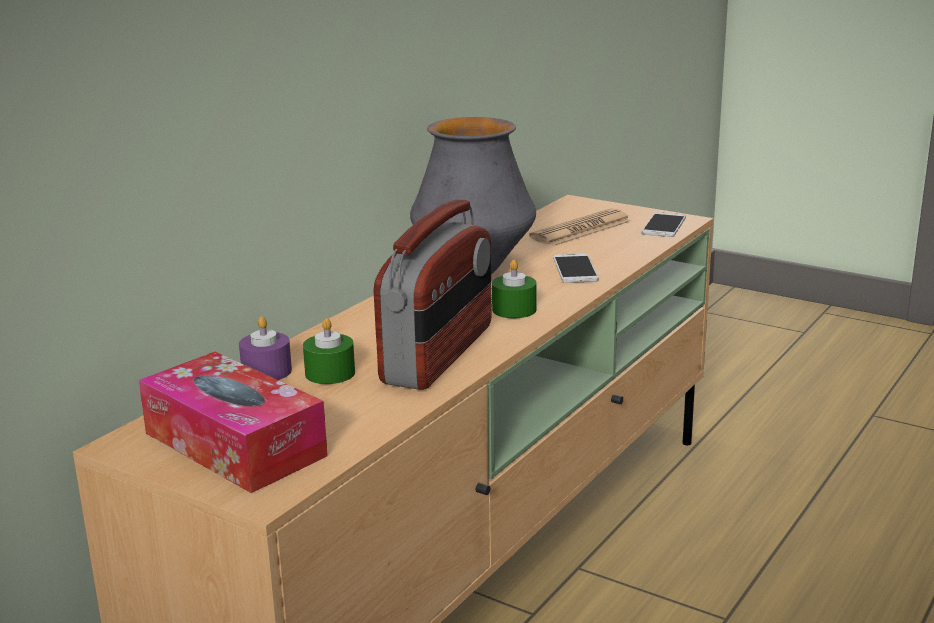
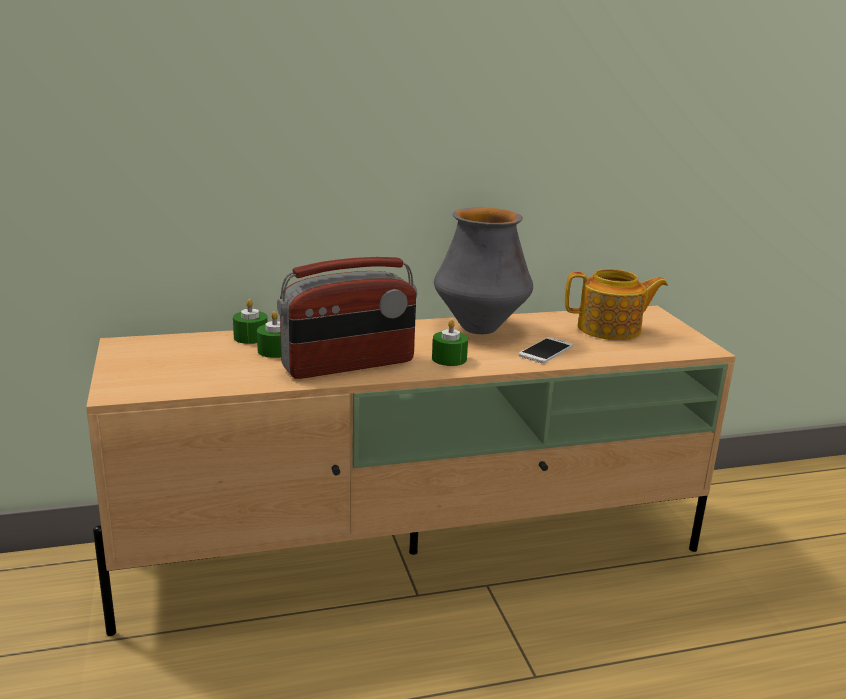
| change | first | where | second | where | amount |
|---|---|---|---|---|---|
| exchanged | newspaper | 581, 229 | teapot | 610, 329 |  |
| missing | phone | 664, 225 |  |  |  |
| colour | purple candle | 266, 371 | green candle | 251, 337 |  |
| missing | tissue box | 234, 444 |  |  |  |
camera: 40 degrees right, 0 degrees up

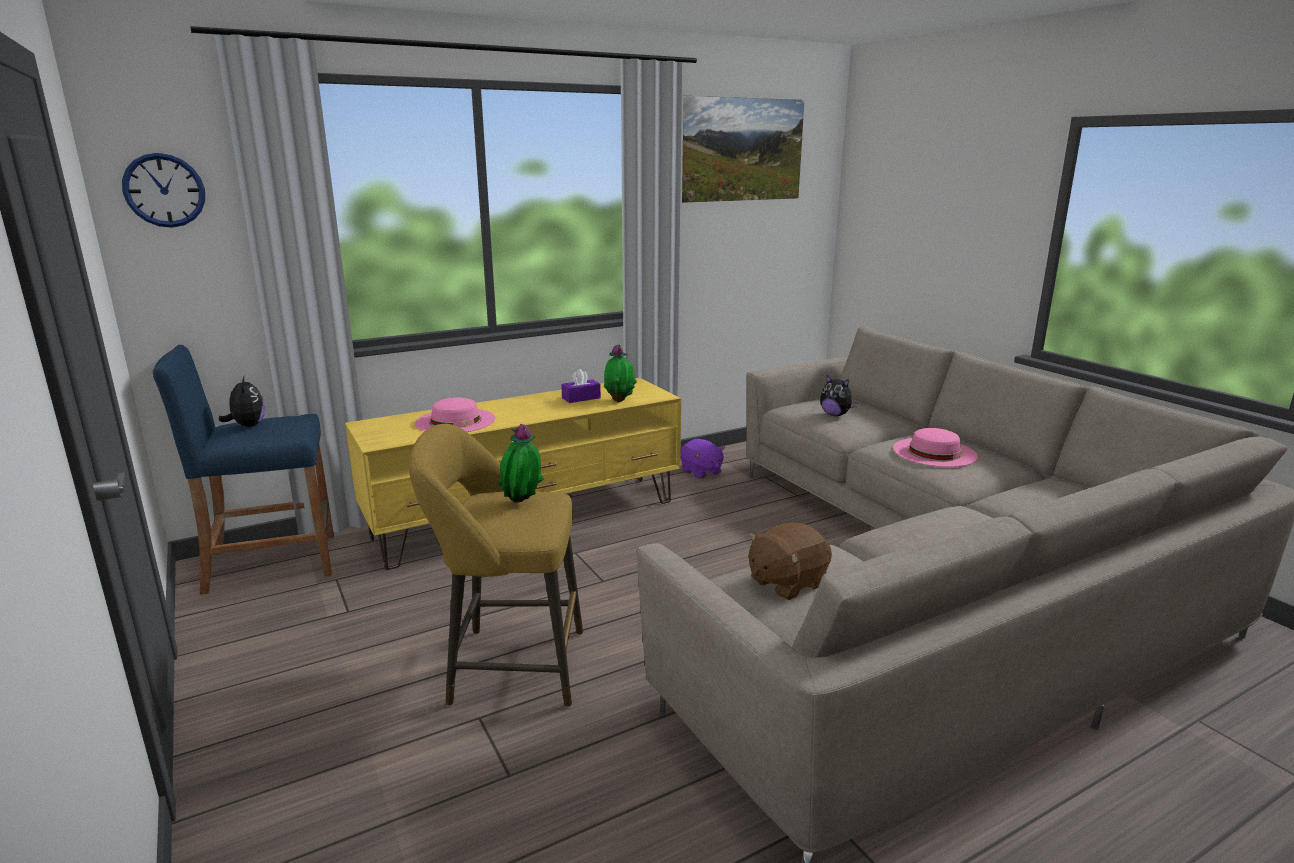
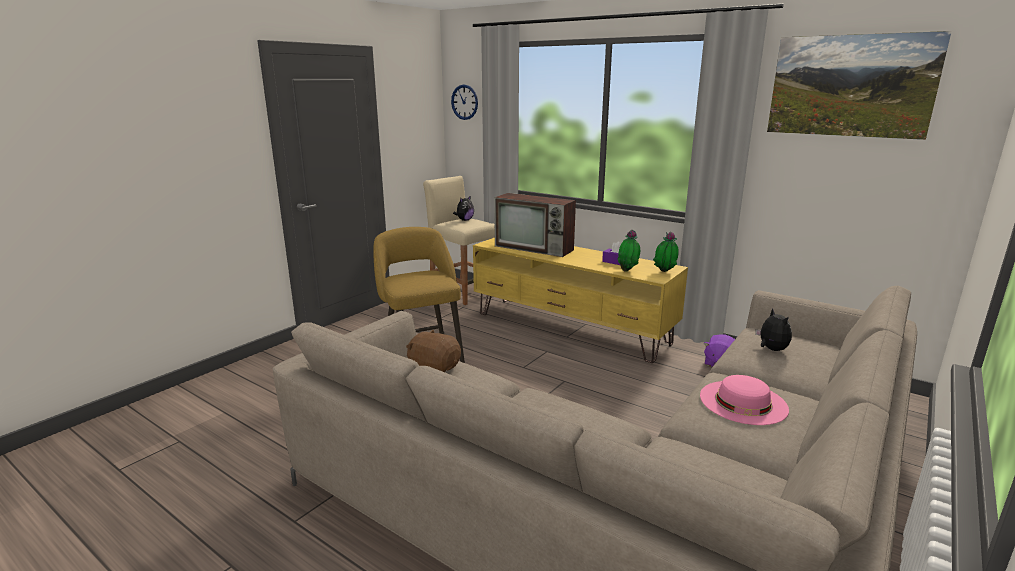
| change | first | where | second | where | amount |
|---|---|---|---|---|---|
| colour | blue stool | 271, 563 | beige stool | 463, 291 |  |
| spun | plush toy | 835, 415 |  | 771, 349 | 150 degrees clockwise |
| exchanged | pink hat | 455, 421 | television | 535, 248 |  |
| relocated | potted plant | 522, 503 |  | 664, 272 |  |
camera: 65 degrees right, 0 degrees up

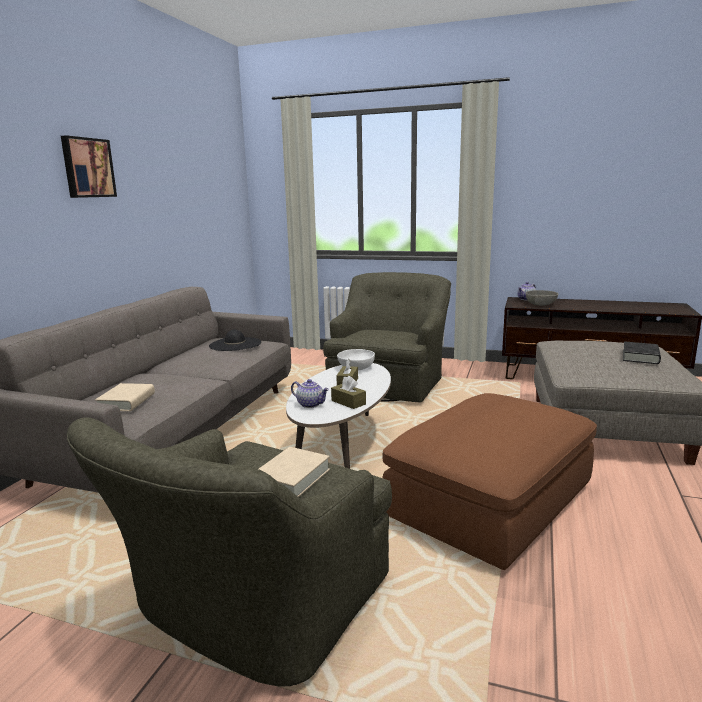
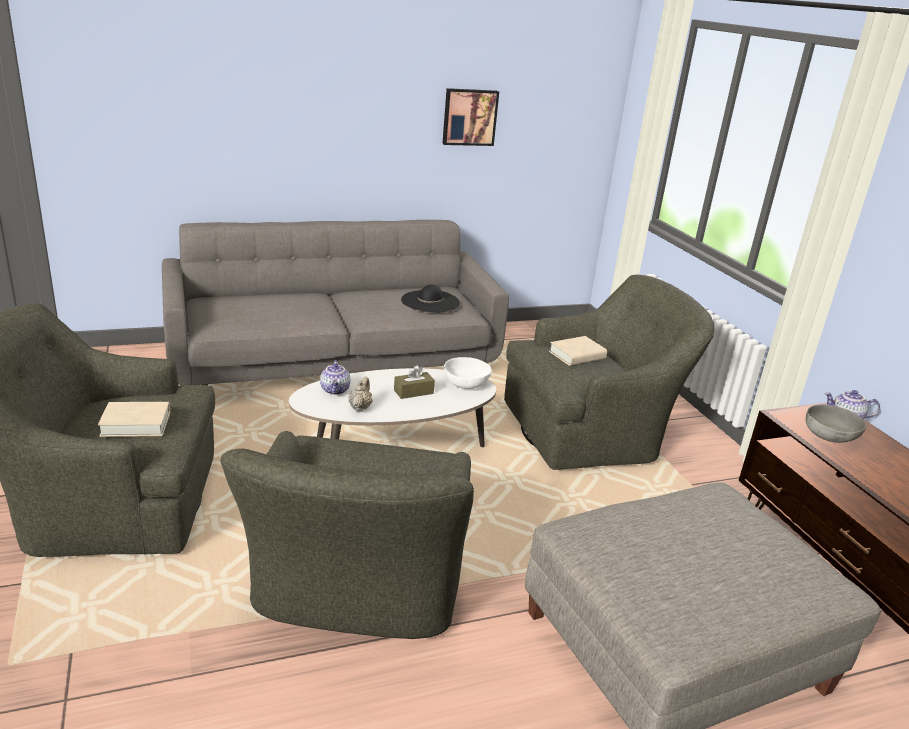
| change | first | where | second | where | amount |
|---|---|---|---|---|---|
| relocated | picture | 87, 168 |  | 469, 117 |  |
| missing | black book | 640, 357 |  |  |  |
| exchanged | brown tissue box | 348, 402 | beige teapot | 360, 407 |  |
| relocated | beige book | 127, 402 |  | 577, 355 |  |
| exchanged | brown ottoman | 491, 503 | green armchair | 357, 589 |  |
camera: 50 degrees right, 10 degrees up

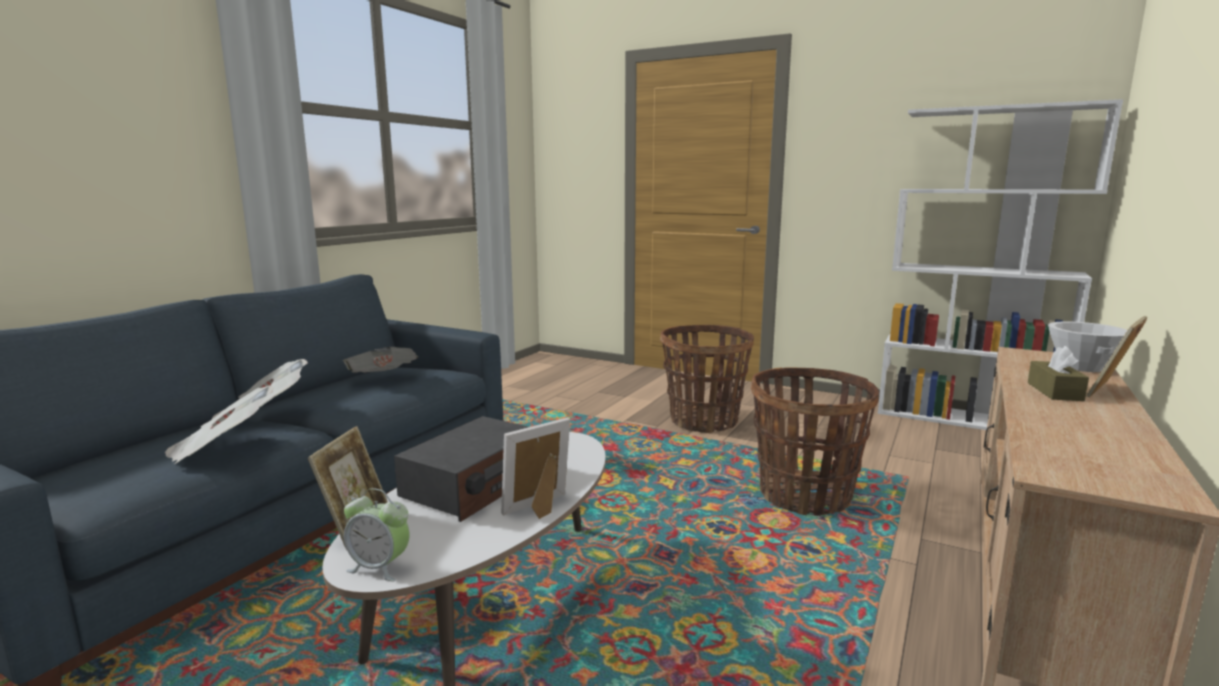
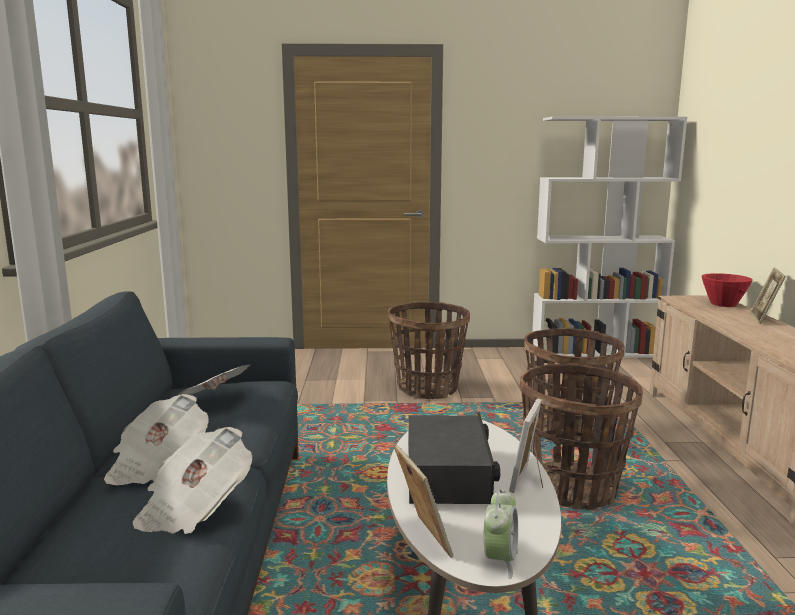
| change | first | where | second | where | amount |
|---|---|---|---|---|---|
| colour | white bowl | 1082, 367 | red bowl | 723, 304 |  |
| missing | brown tissue box | 1054, 391 |  |  |  |
| spun | alarm clock | 379, 567 |  | 500, 560 | 60 degrees counterclockwise |
| appeared |  |  | basket | 573, 488 |  |
camera: 30 degrees left, 0 degrees up

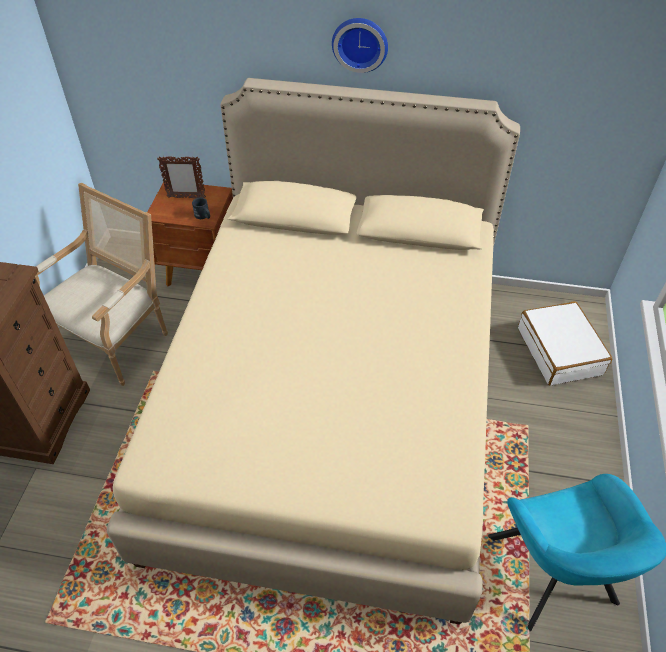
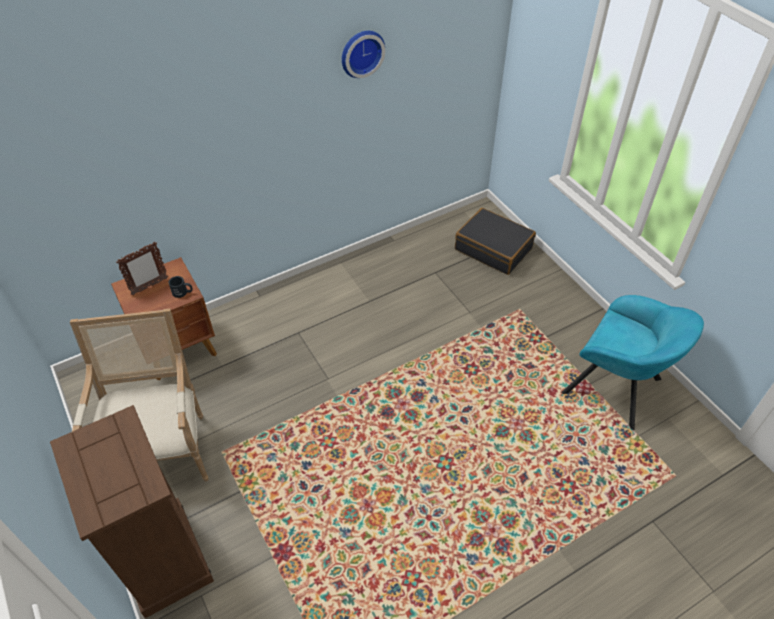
| change | first | where | second | where | amount |
|---|---|---|---|---|---|
| relocated | wall clock | 360, 43 |  | 361, 52 |  |
| missing | beige bed | 332, 406 |  |  |  |
| colour | white suitcase | 560, 351 | black suitcase | 493, 248 |  |
camera: 40 degrees left, 0 degrees up

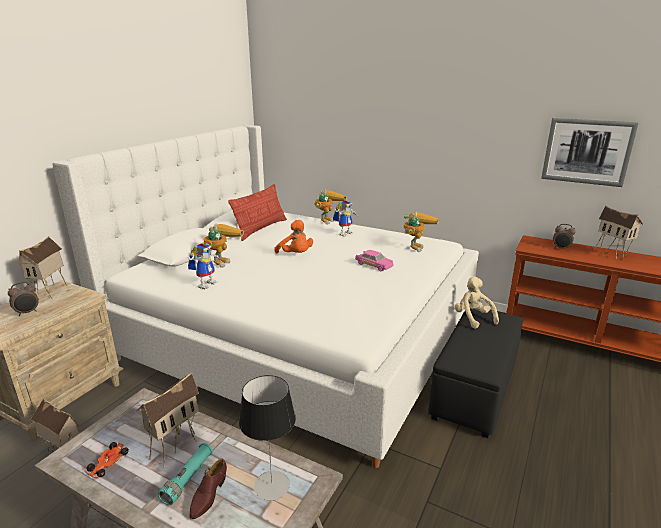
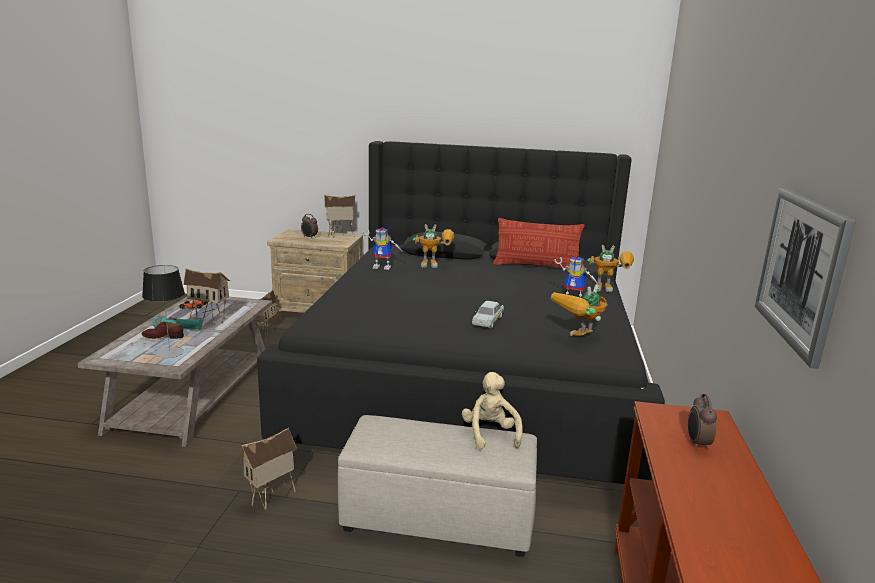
| change | first | where | second | where | amount |
|---|---|---|---|---|---|
| colour | white bed | 297, 335 | black bed | 472, 384 |  |
| relocated | toy house | 612, 253 |  | 272, 499 |  |
| spun | toy robot | 415, 246 |  | 578, 339 | 135 degrees clockwise |
| missing | orange plush toy | 296, 255 |  |  |  |
| colour | pink toy car | 374, 265 | white toy car | 487, 321 |  |
| spun | beige plush toy | 473, 318 |  | 490, 434 | 60 degrees counterclockwise |
| colour | black ottoman | 474, 389 | beige ottoman | 439, 519 |  |
camera: 70 degrees right, 5 degrees down

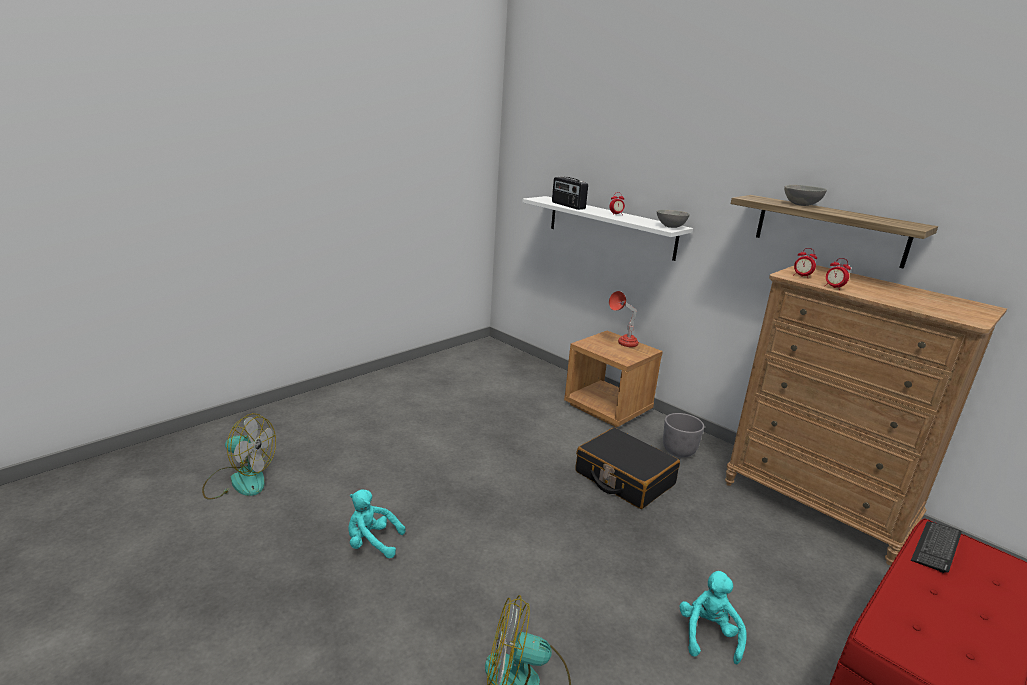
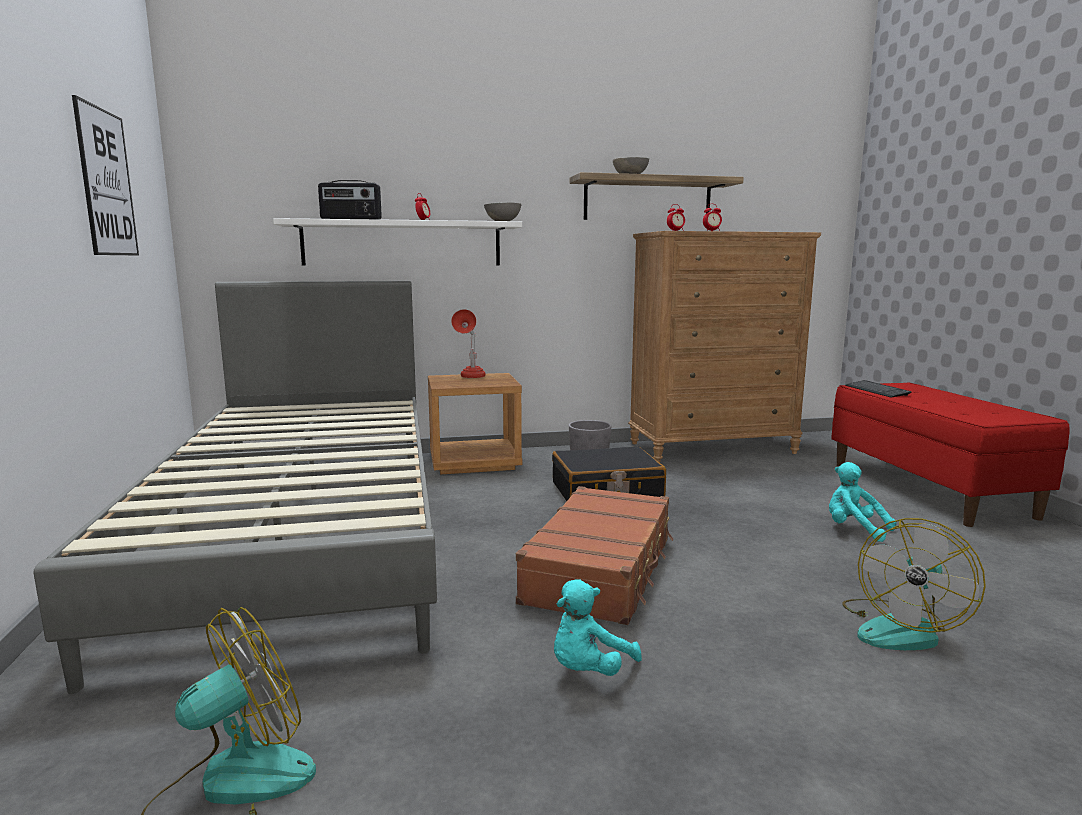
| change | first | where | second | where | amount |
|---|---|---|---|---|---|
| appeared |  |  | picture | 107, 183 |  |
| appeared |  |  | grey bed | 305, 530 |  |
| appeared |  |  | brown suitcase | 601, 570 |  |
camera: 55 degrees left, 10 degrees down

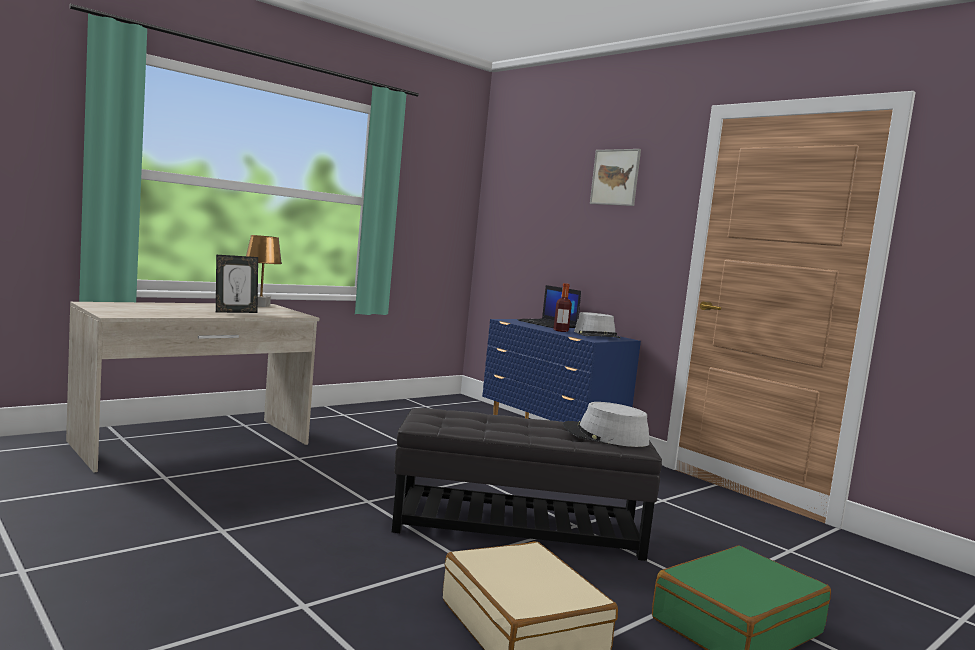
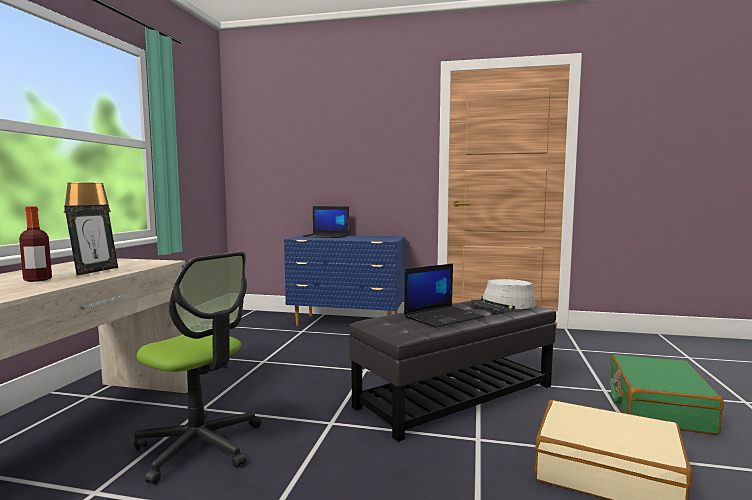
| change | first | where | second | where | amount |
|---|---|---|---|---|---|
| missing | picture | 615, 177 |  |  |  |
| relocated | bottle | 560, 331 |  | 37, 280 |  |
| missing | grey hat | 597, 335 |  |  |  |
| appeared |  |  | office chair | 200, 446 |  |
| appeared |  |  | laptop | 443, 317 |  |
camera: 35 degrees left, 0 degrees up

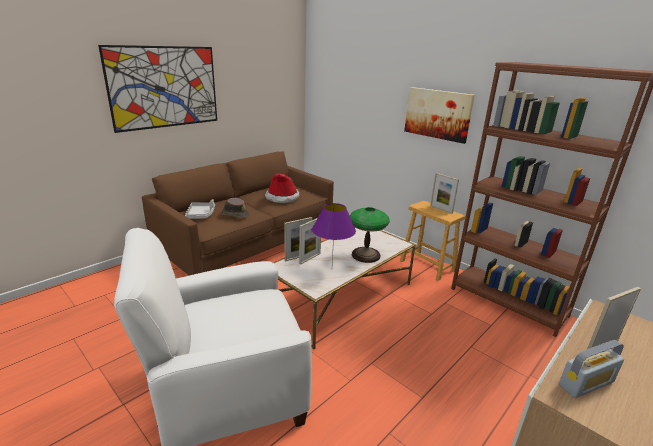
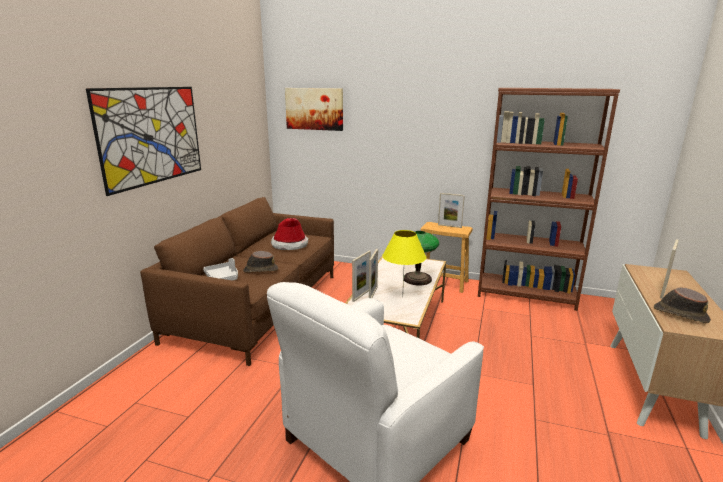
| change | first | where | second | where | amount |
|---|---|---|---|---|---|
| relocated | picture | 438, 114 |  | 314, 109 |  |
| colour | purple table lamp | 332, 269 | yellow table lamp | 402, 297 |  |
| exchanged | radio | 586, 383 | brown hat | 680, 314 |  |
camera: 25 degrees left, 5 degrees down

